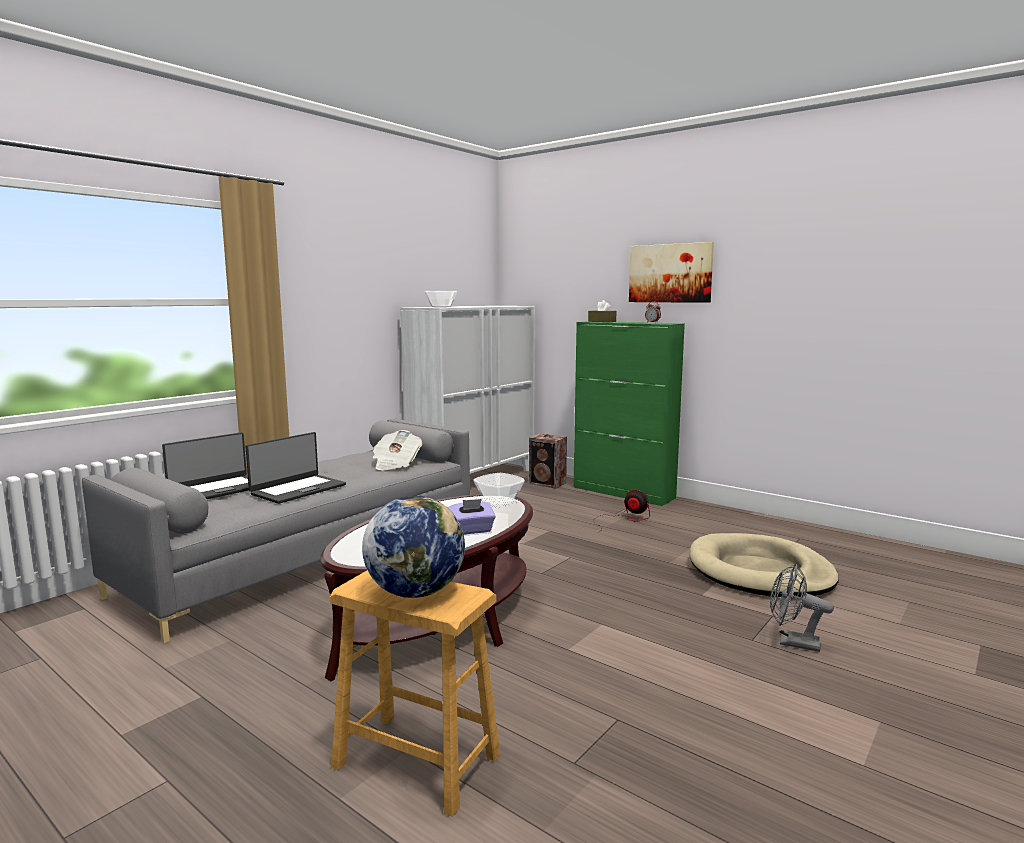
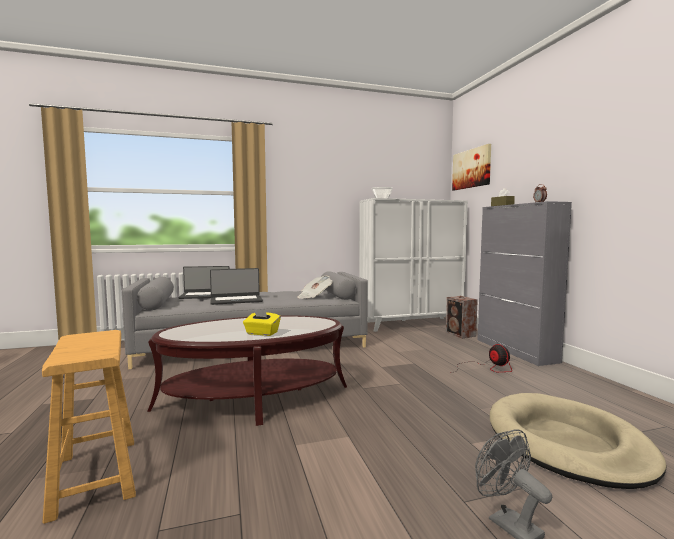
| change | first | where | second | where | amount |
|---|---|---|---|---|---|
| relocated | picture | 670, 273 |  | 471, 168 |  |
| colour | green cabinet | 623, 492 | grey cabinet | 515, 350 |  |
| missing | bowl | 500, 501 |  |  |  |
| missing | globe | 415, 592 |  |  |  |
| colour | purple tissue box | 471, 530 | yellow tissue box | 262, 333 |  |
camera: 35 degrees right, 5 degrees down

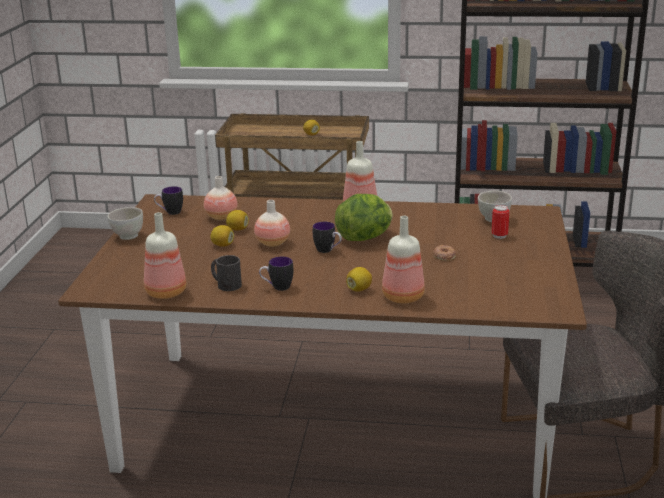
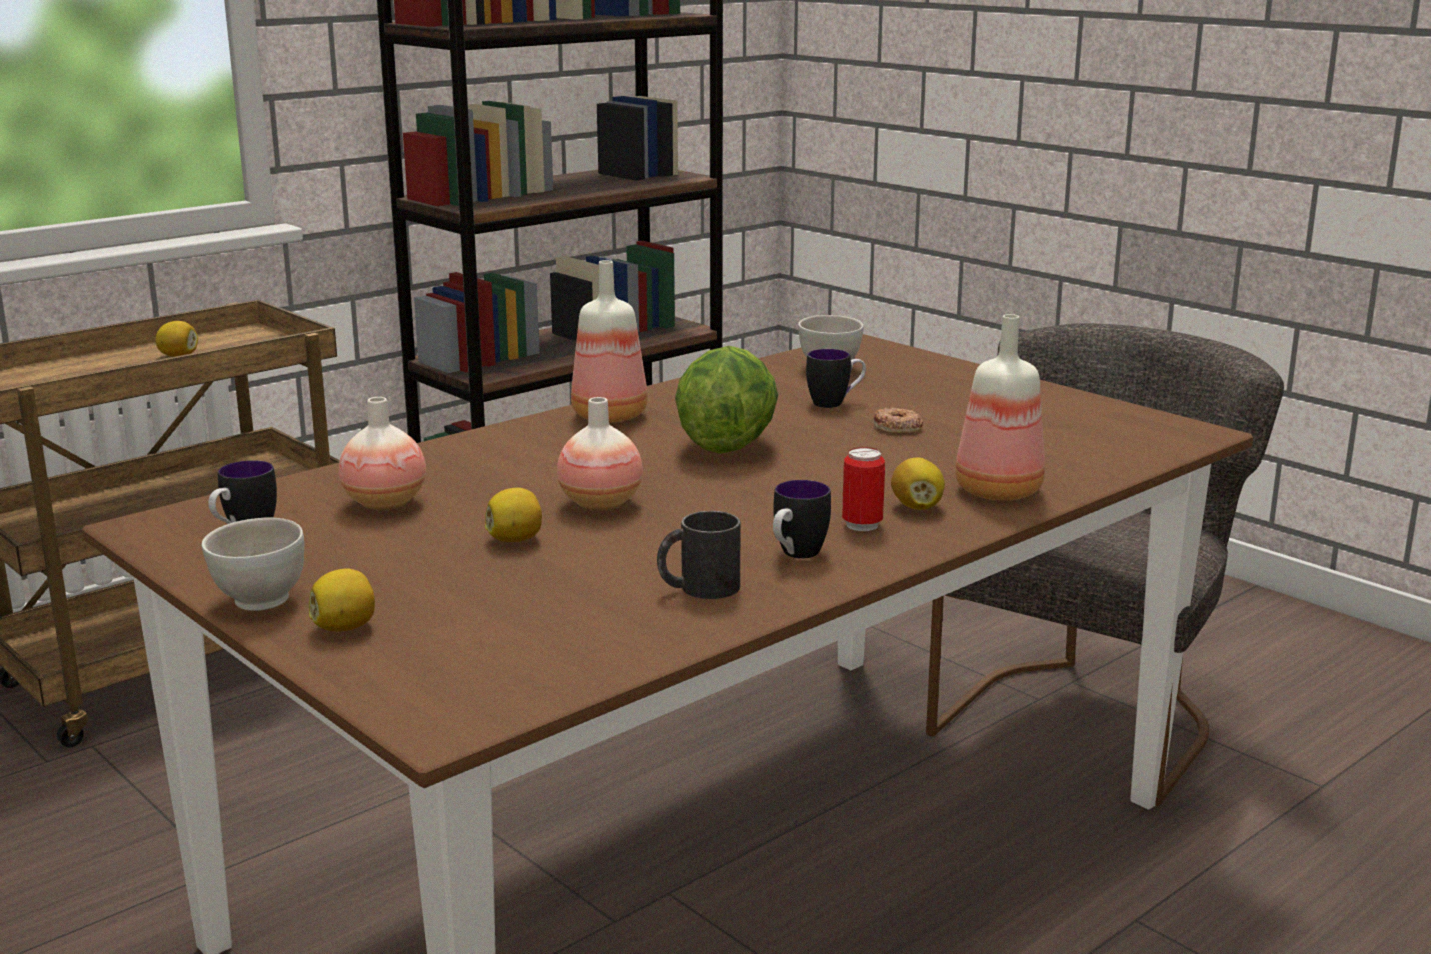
| change | first | where | second | where | amount |
|---|---|---|---|---|---|
| relocated | can | 499, 236 |  | 862, 525 |  |
| relocated | lemon | 238, 229 |  | 345, 627 |  |
| missing | bottle | 165, 293 |  |  |  |
| relocated | mug | 328, 251 |  | 835, 403 |  |
camera: 50 degrees left, 5 degrees down

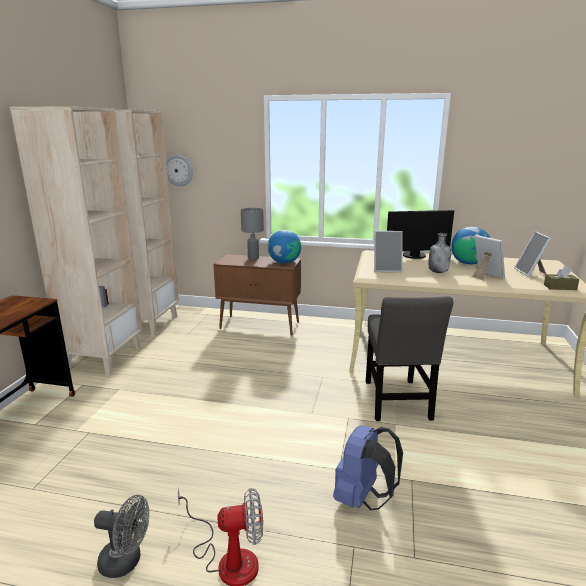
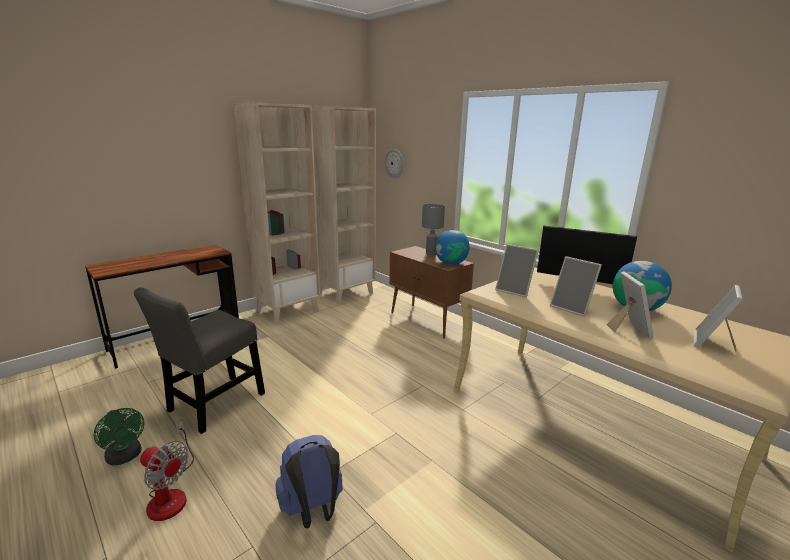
| change | first | where | second | where | amount |
|---|---|---|---|---|---|
| exchanged | grey bottle | 438, 272 | picture frame | 572, 308 |  |
| missing | brown tissue box | 560, 287 |  |  |  |
| relocated | grey chair | 397, 402 |  | 213, 405 |  |
| colour | grey fan | 126, 561 | green fan | 125, 457 |  |
camera: 35 degrees right, 0 degrees up

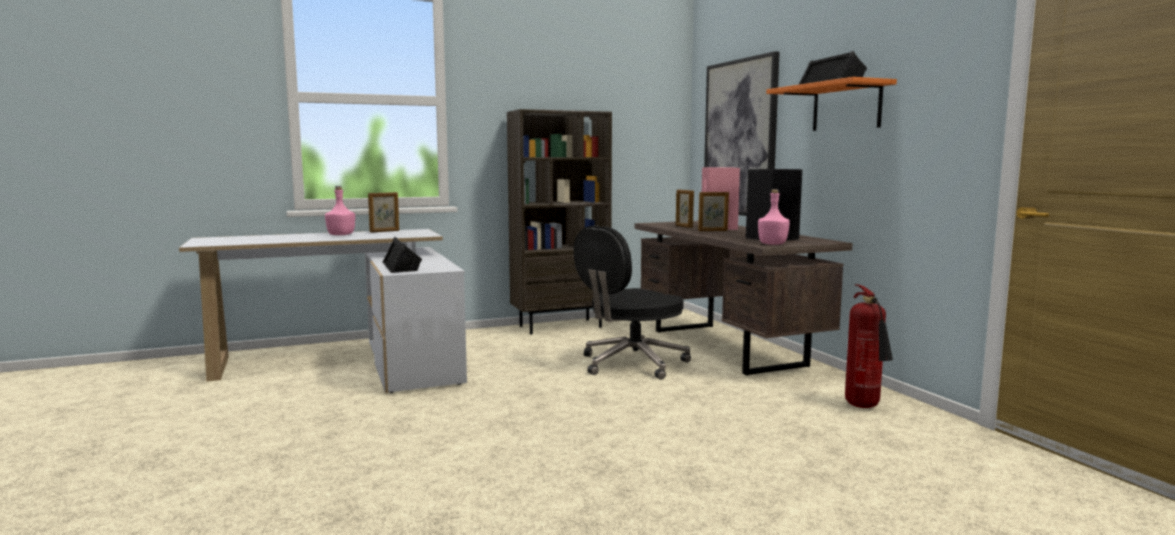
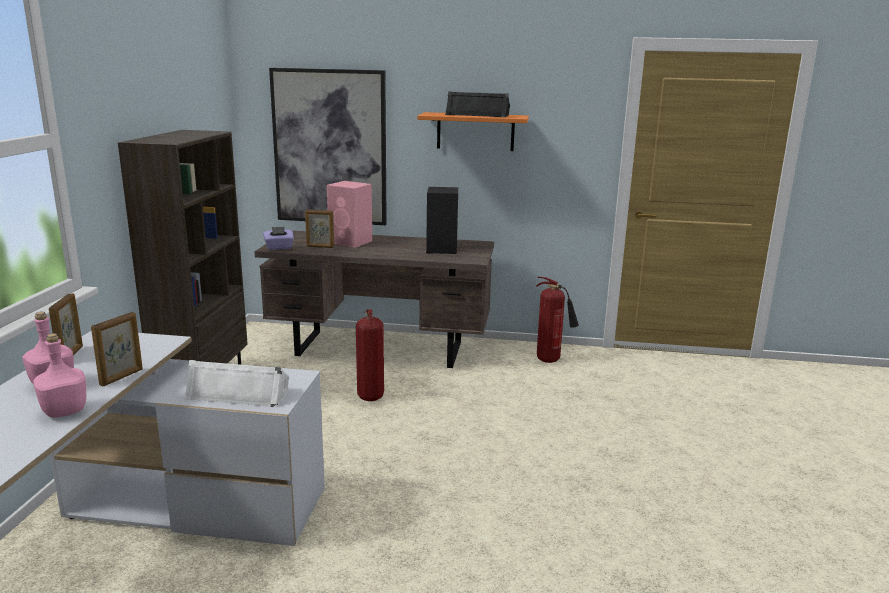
| change | first | where | second | where | amount |
|---|---|---|---|---|---|
| relocated | pink bottle | 772, 244 |  | 63, 411 |  |
| relocated | picture frame | 713, 231 |  | 122, 377 |  |
| exchanged | black office chair | 631, 364 | fire extinguisher | 369, 396 |  |
| colour | black speaker | 403, 266 | white speaker | 238, 393 |  |
| appeared |  |  | purple tissue box | 279, 248 |  |
camera: 60 degrees left, 10 degrees up

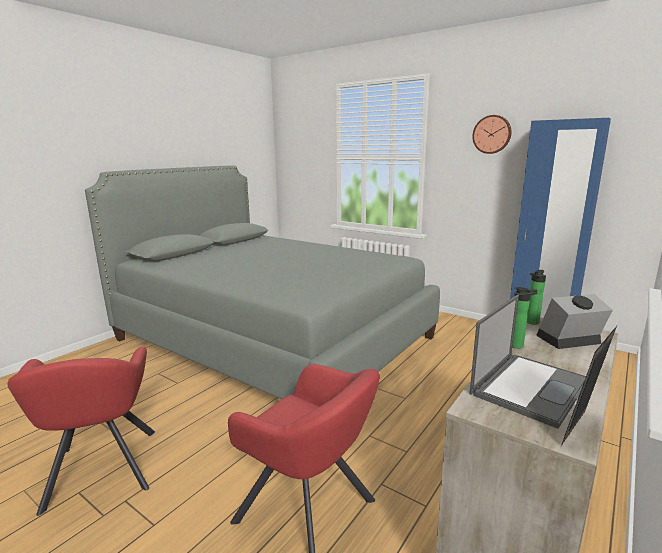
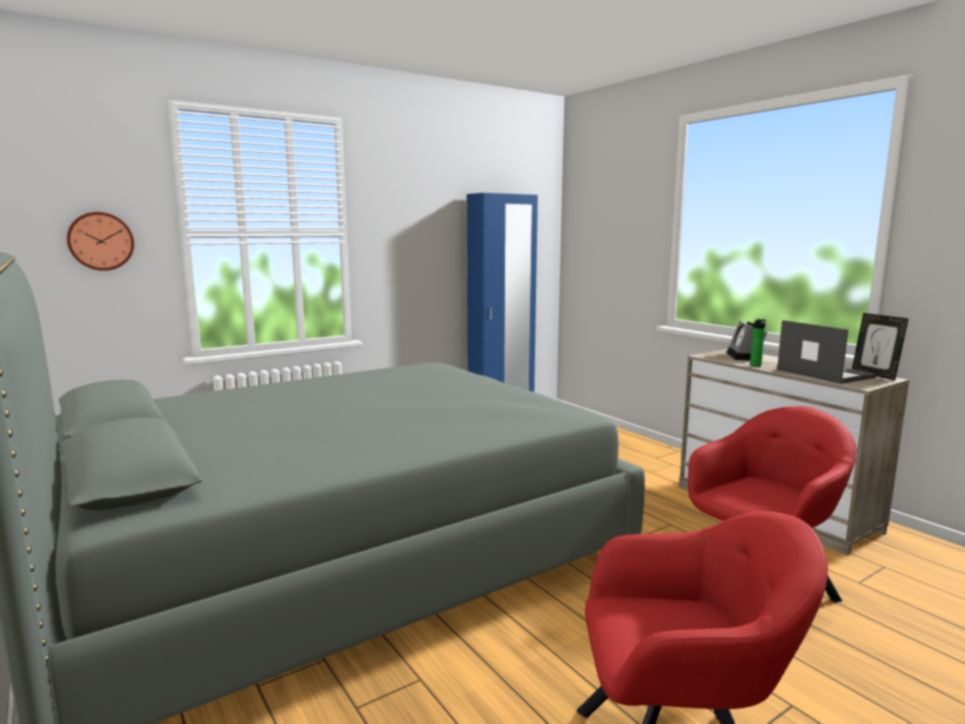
| change | first | where | second | where | amount |
|---|---|---|---|---|---|
| relocated | wall clock | 492, 134 |  | 100, 241 |  |
| missing | bottle | 531, 323 |  |  |  |
camera: 70 degrees left, 5 degrees down

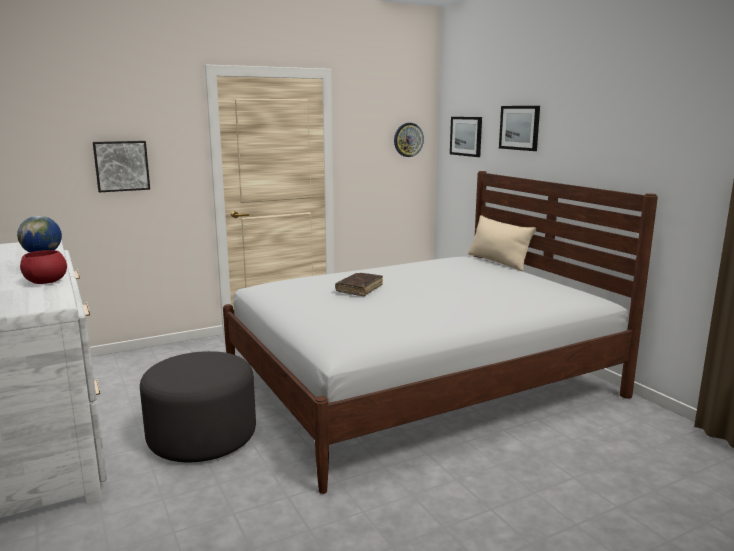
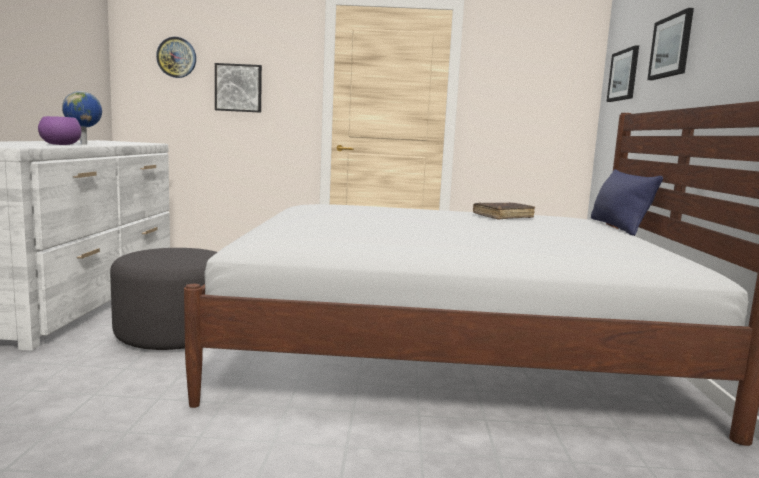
| change | first | where | second | where | amount |
|---|---|---|---|---|---|
| relocated | wall clock | 408, 140 |  | 176, 57 |  |
| colour | beige pillow | 497, 262 | blue pillow | 618, 227 |  |
| colour | red bowl | 45, 282 | purple bowl | 60, 144 |  |
| relocated | brown book | 359, 289 |  | 503, 216 |  |
camera: 30 degrees right, 5 degrees down

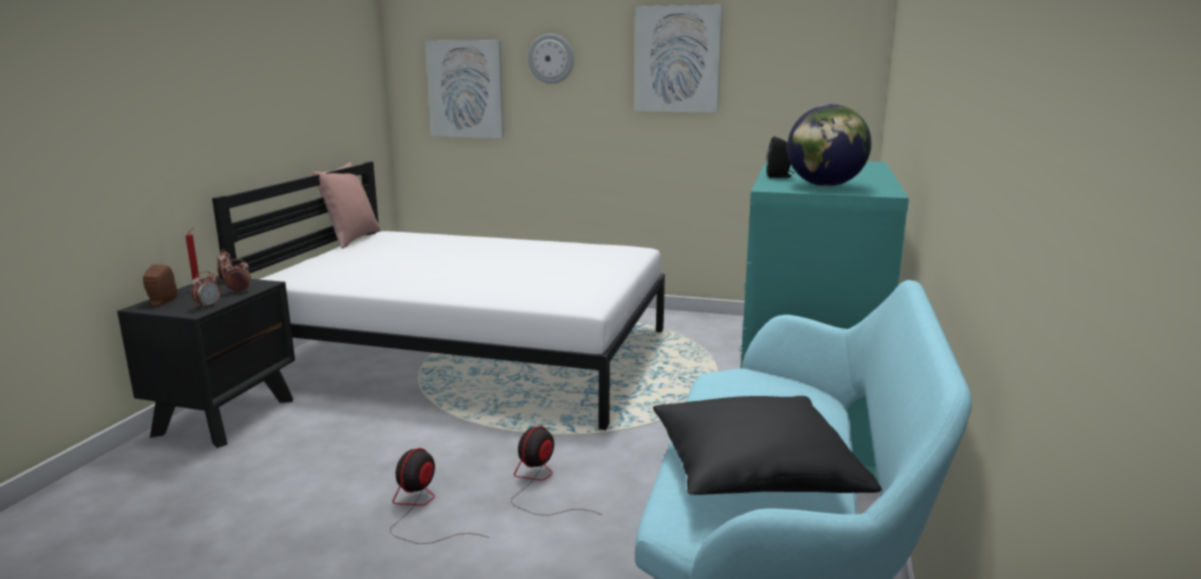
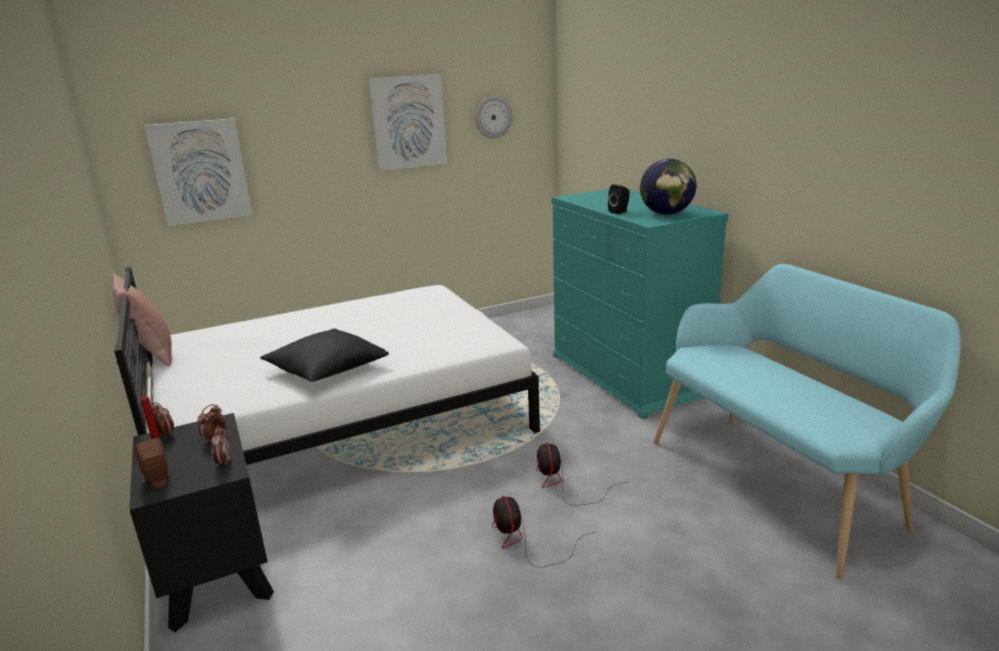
| change | first | where | second | where | amount |
|---|---|---|---|---|---|
| relocated | wall clock | 551, 58 |  | 493, 117 |  |
| relocated | black pillow | 753, 472 |  | 326, 370 |  |
camera: 40 degrees left, 5 degrees up

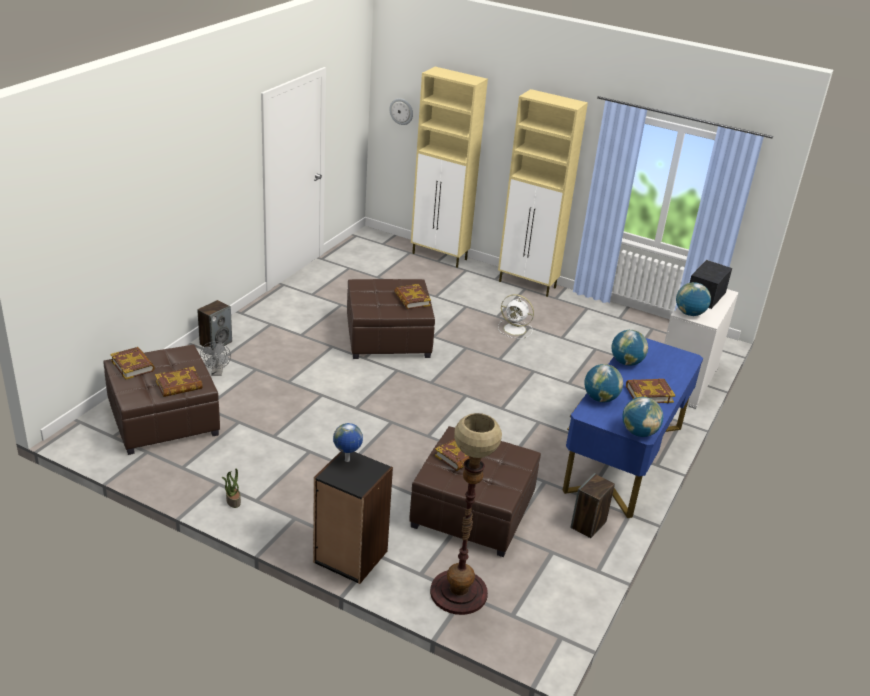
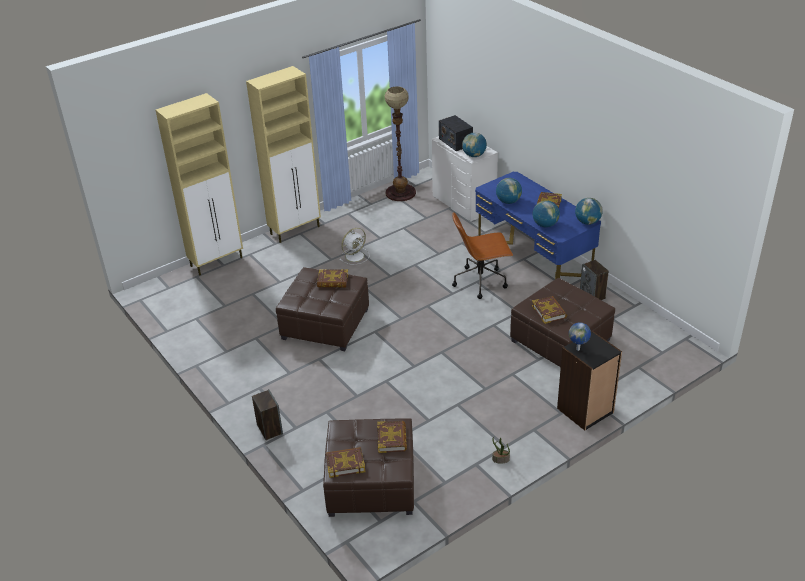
| change | first | where | second | where | amount |
|---|---|---|---|---|---|
| missing | wall clock | 401, 111 |  |  |  |
| missing | grey fan | 217, 373 |  |  |  |
| relocated | floor lamp | 458, 592 |  | 400, 193 |  |
| appeared |  |  | brown office chair | 481, 281 |  |
camera: 60 degrees left, 5 degrees up

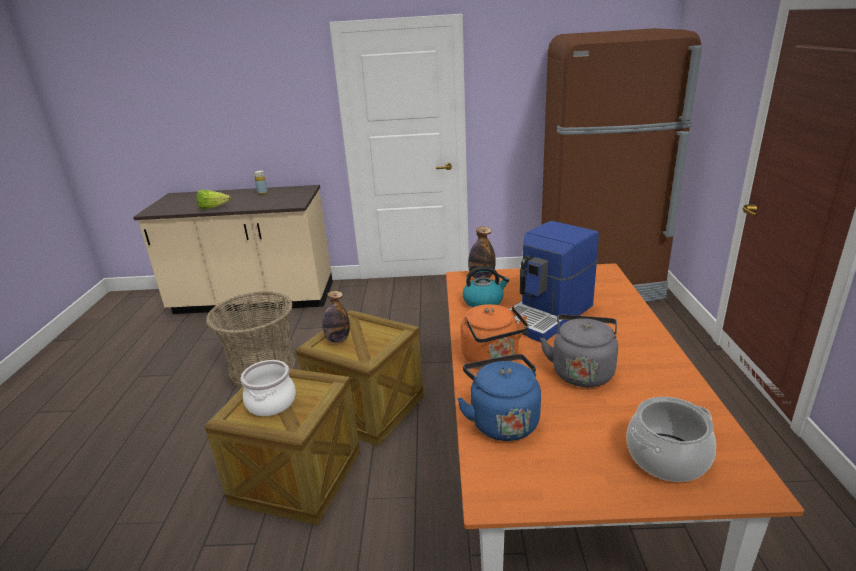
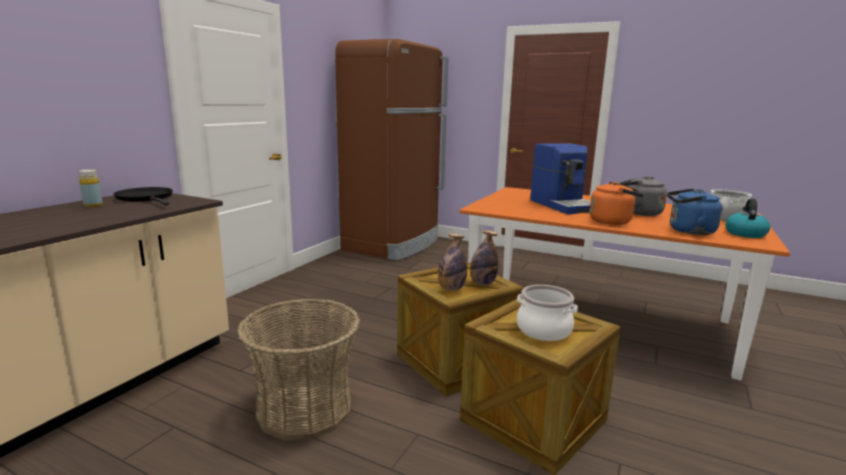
| change | first | where | second | where | amount |
|---|---|---|---|---|---|
| missing | lettuce | 213, 208 |  |  |  |
| relocated | bottle | 481, 277 |  | 482, 283 |  |
| relocated | kettle | 484, 301 |  | 745, 233 |  |
| appeared |  |  | black frying pan | 146, 198 |  |
camera: 65 degrees left, 10 degrees down

